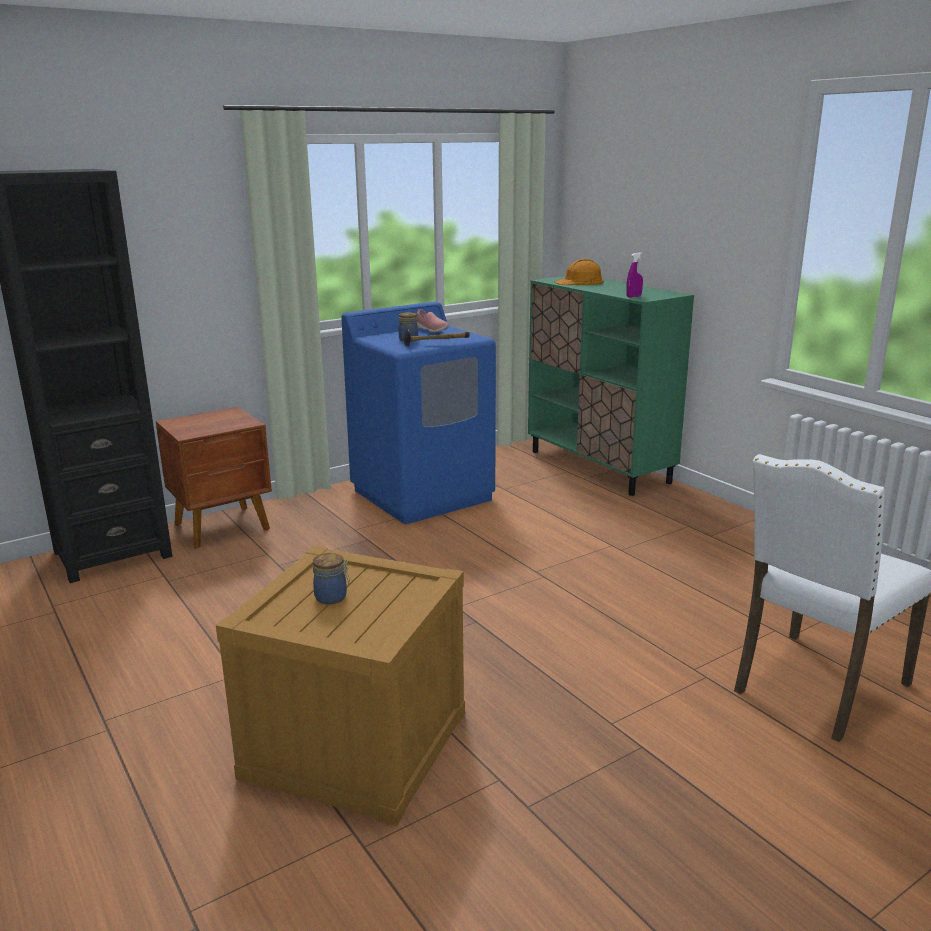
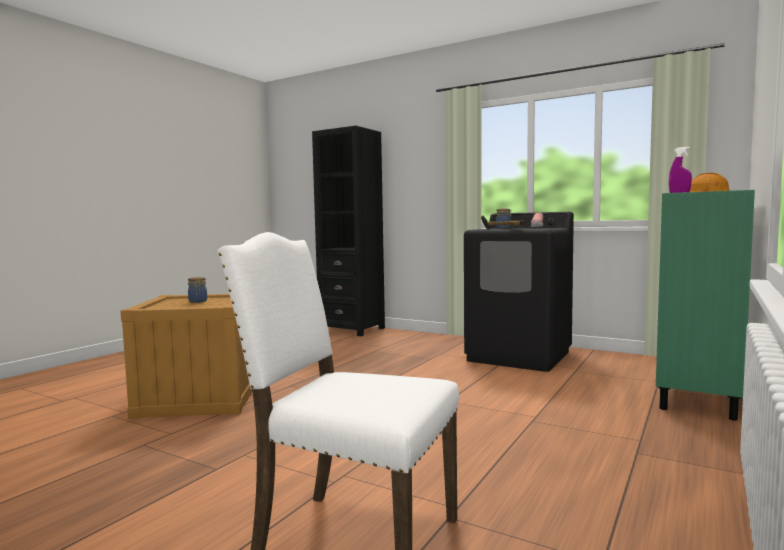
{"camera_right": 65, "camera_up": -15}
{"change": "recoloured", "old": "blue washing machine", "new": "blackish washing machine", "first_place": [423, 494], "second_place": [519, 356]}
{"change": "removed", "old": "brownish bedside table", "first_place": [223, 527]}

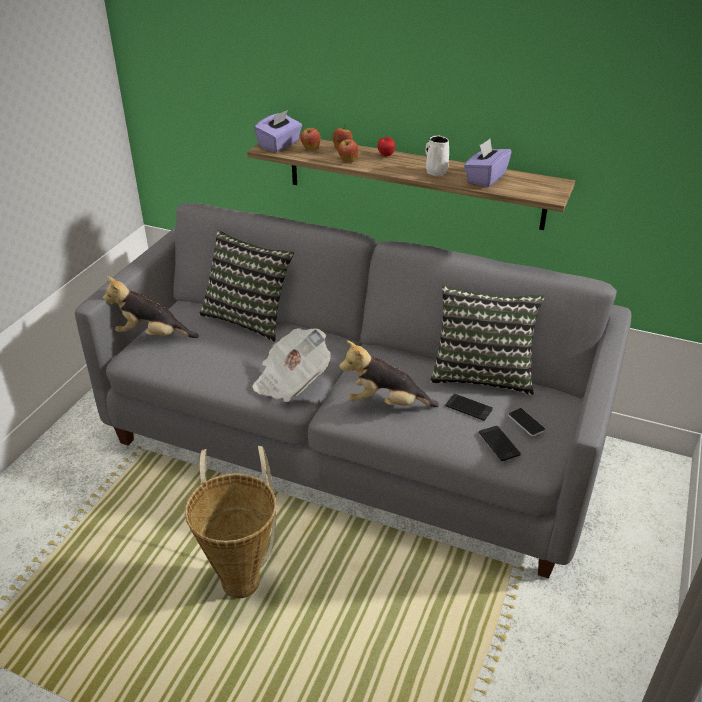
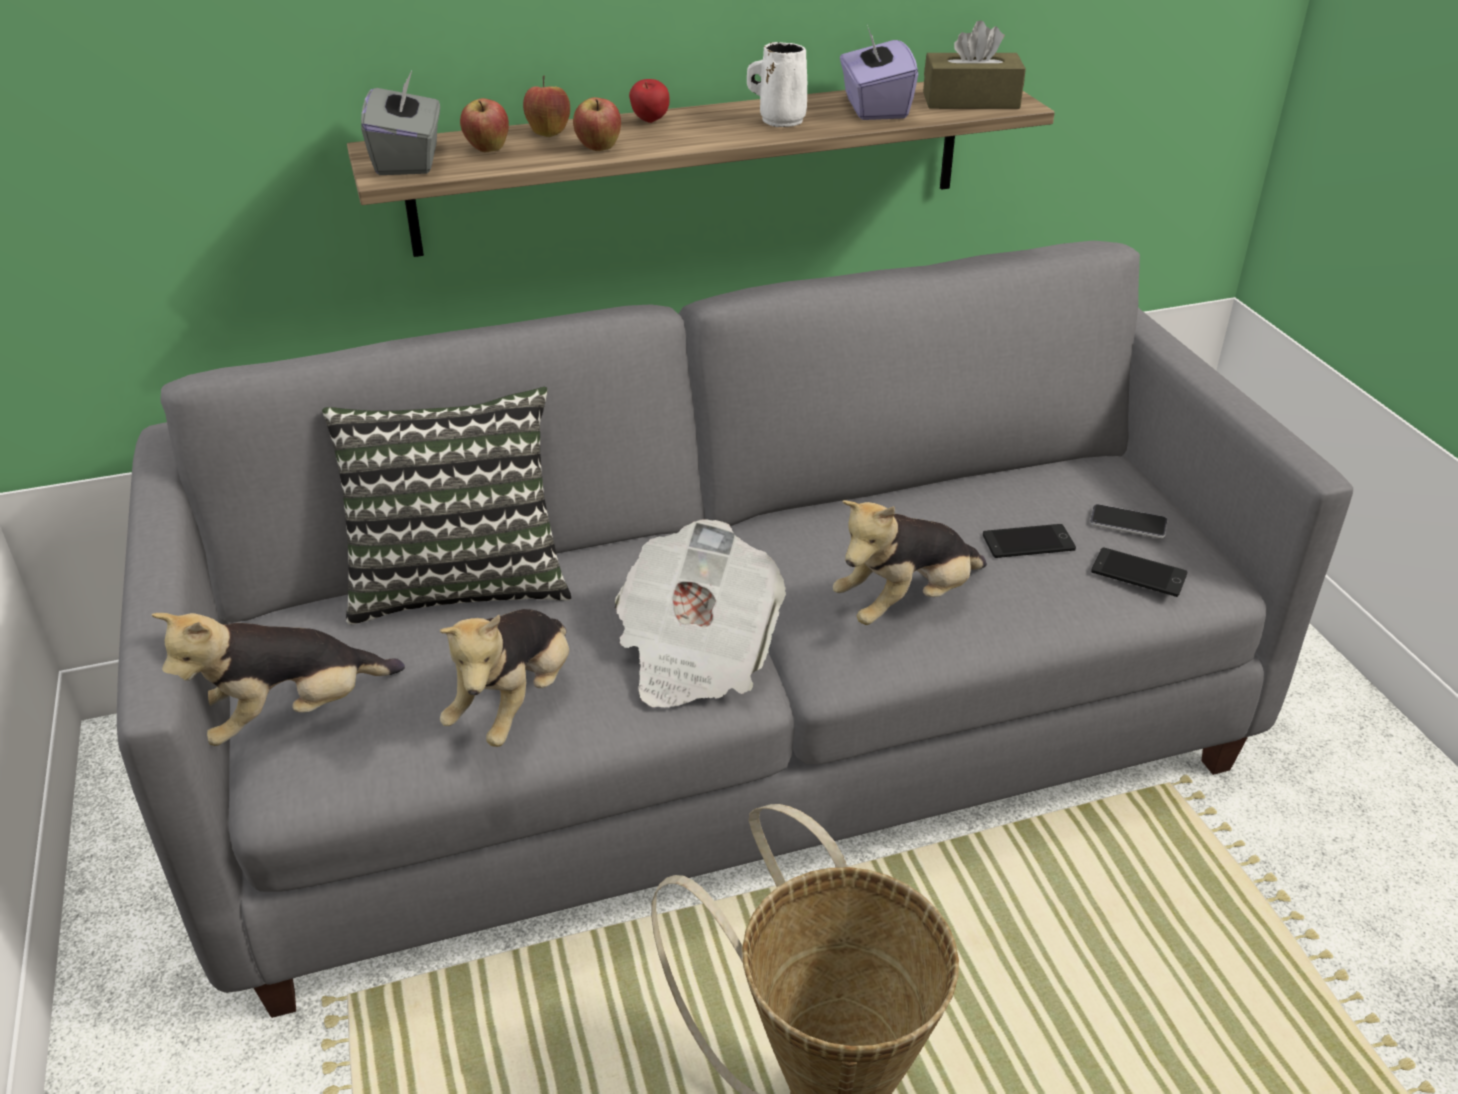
{"camera_right": -40, "camera_up": 0}
{"change": "recoloured", "old": "purple box of tissues", "new": "greyish box of tissues", "first_place": [279, 145], "second_place": [409, 160]}
{"change": "removed", "old": "throw pillow", "first_place": [482, 374]}
{"change": "added", "new": "brownish box of tissues", "second_place": [971, 100]}
{"change": "added", "new": "plush toy", "second_place": [515, 703]}

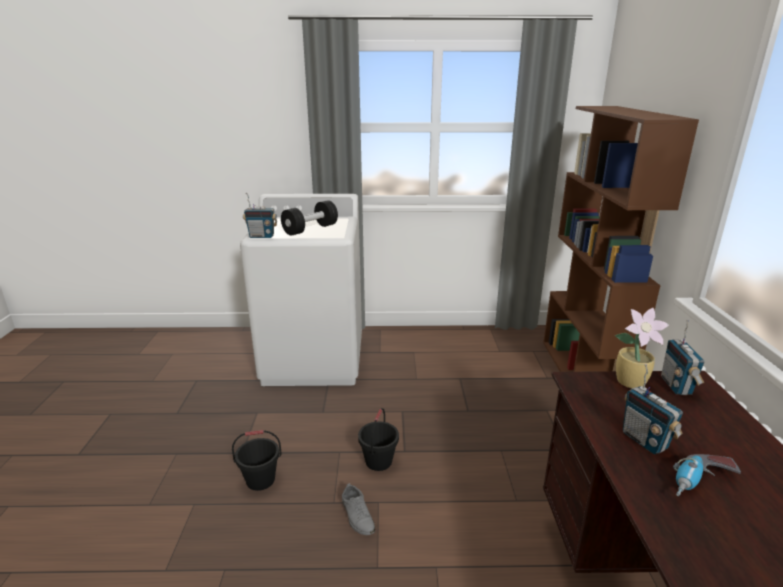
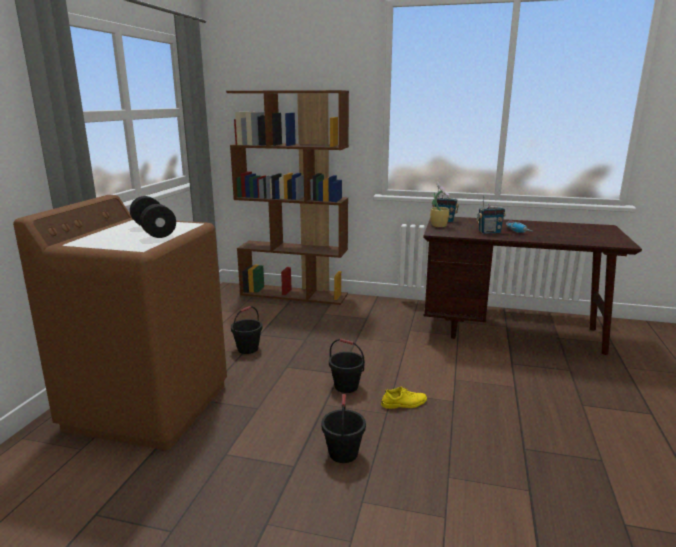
{"camera_right": -75, "camera_up": -5}
{"change": "removed", "old": "radio set", "first_place": [262, 236]}
{"change": "recoloured", "old": "white-coloured washing machine", "new": "brownish washing machine", "first_place": [314, 360], "second_place": [149, 405]}
{"change": "recoloured", "old": "greyish shoe", "new": "yellow-coloured shoe", "first_place": [357, 515], "second_place": [404, 403]}
{"change": "added", "new": "blackish bucket", "second_place": [248, 349]}

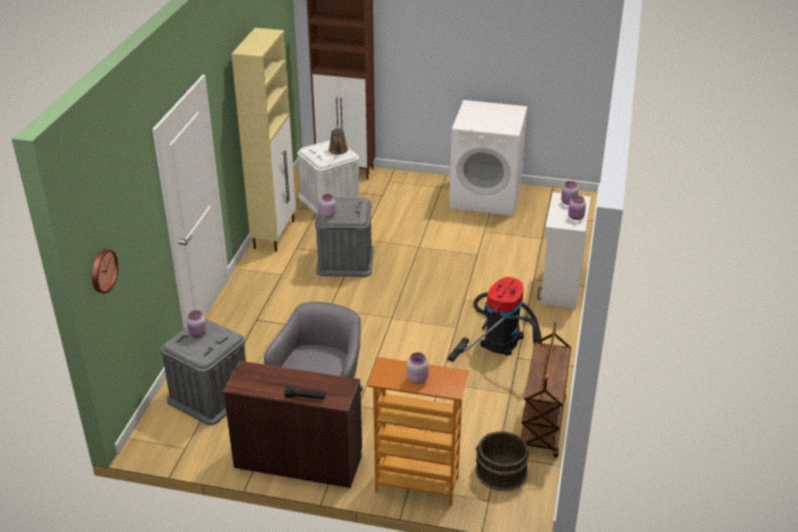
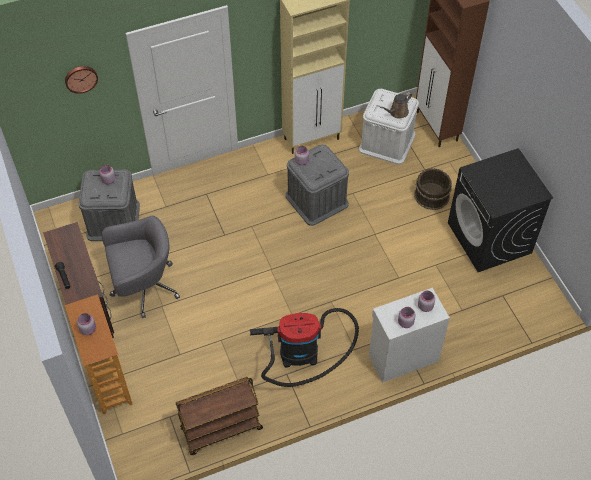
{"camera_right": 55, "camera_up": 20}
{"change": "recoloured", "old": "white-coloured washing machine", "new": "blackish washing machine", "first_place": [486, 196], "second_place": [490, 238]}
{"change": "moved", "old": "hanging clock", "first_place": [102, 271], "second_place": [81, 78]}
{"change": "moved", "old": "brownish bucket", "first_place": [501, 472], "second_place": [431, 195]}

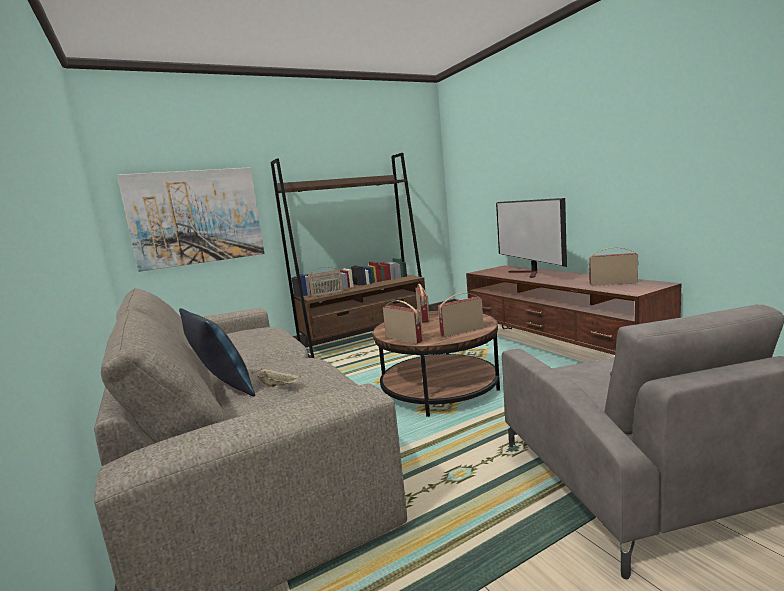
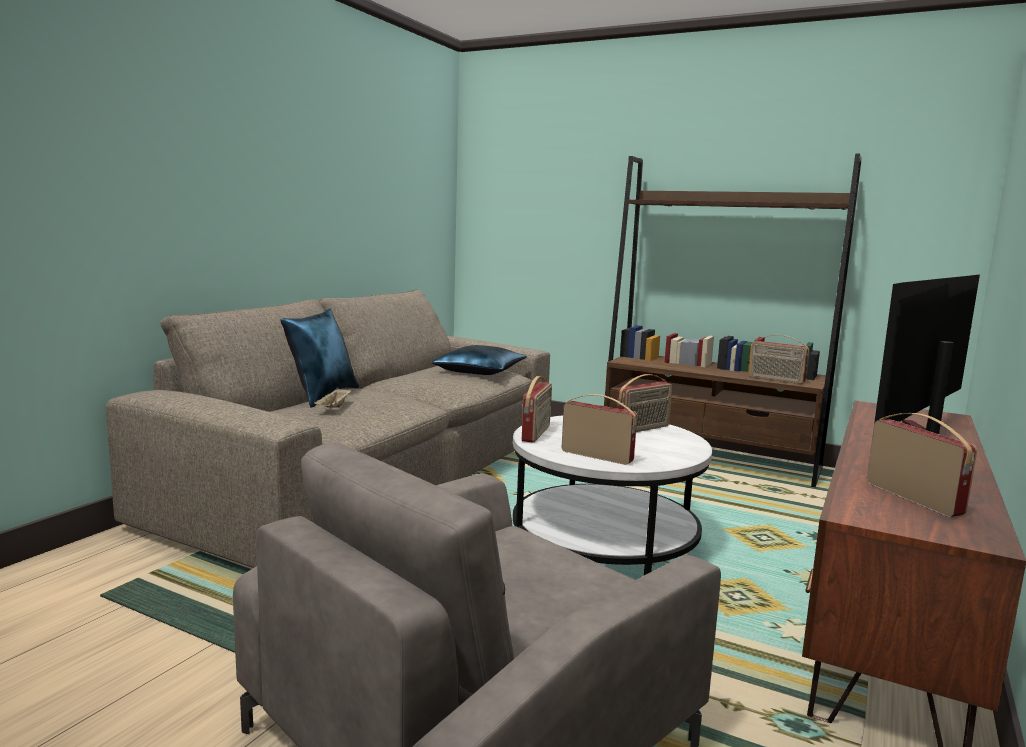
{"camera_right": 55, "camera_up": 0}
{"change": "removed", "old": "wall picture", "first_place": [196, 217]}
{"change": "moved", "old": "radio set", "first_place": [327, 294], "second_place": [776, 380]}
{"change": "recoloured", "old": "brownish low table", "new": "white-coloured low table", "first_place": [439, 389], "second_place": [604, 540]}
{"change": "added", "new": "blue throw pillow", "second_place": [480, 371]}

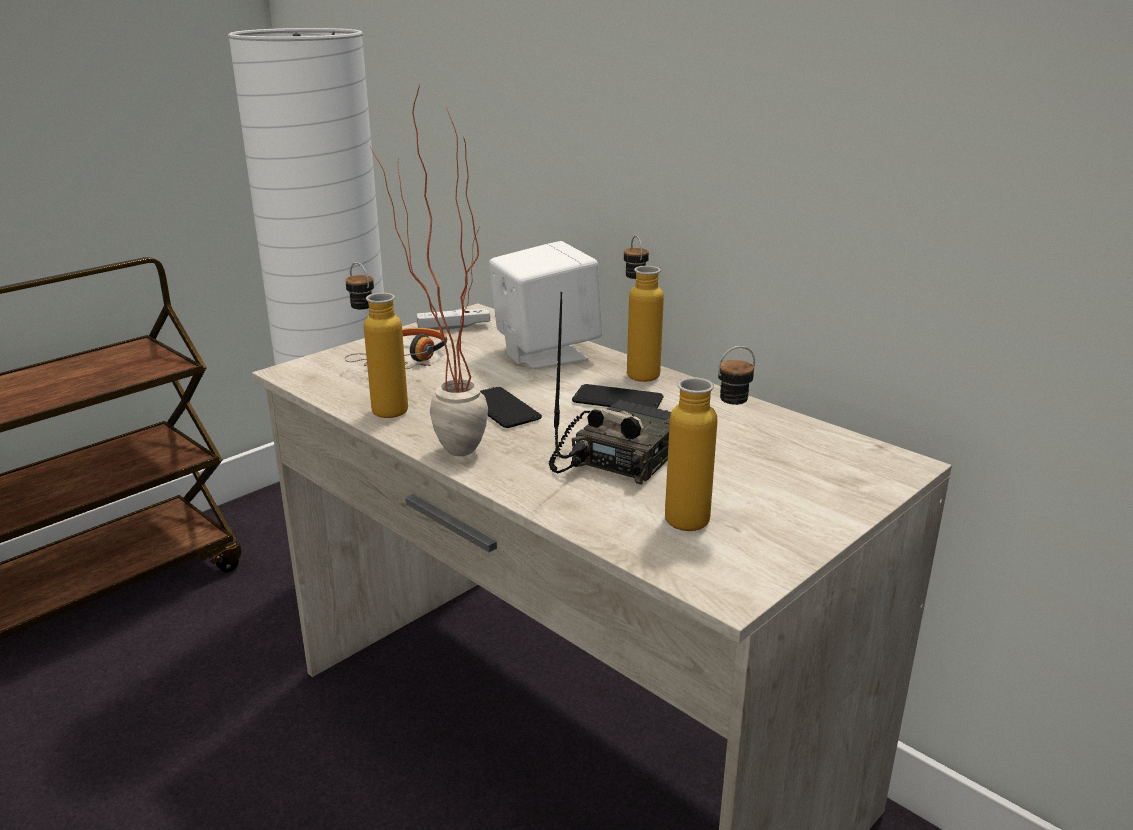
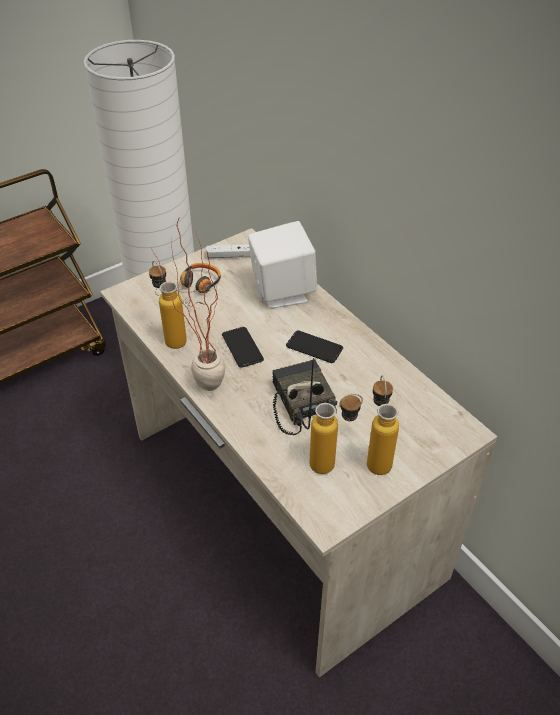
{"camera_right": 10, "camera_up": 20}
{"change": "moved", "old": "drink bottle", "first_place": [638, 371], "second_place": [376, 457]}
{"change": "turned", "old": "radio set", "first_place": [618, 456], "second_place": [299, 402], "degrees": -60}

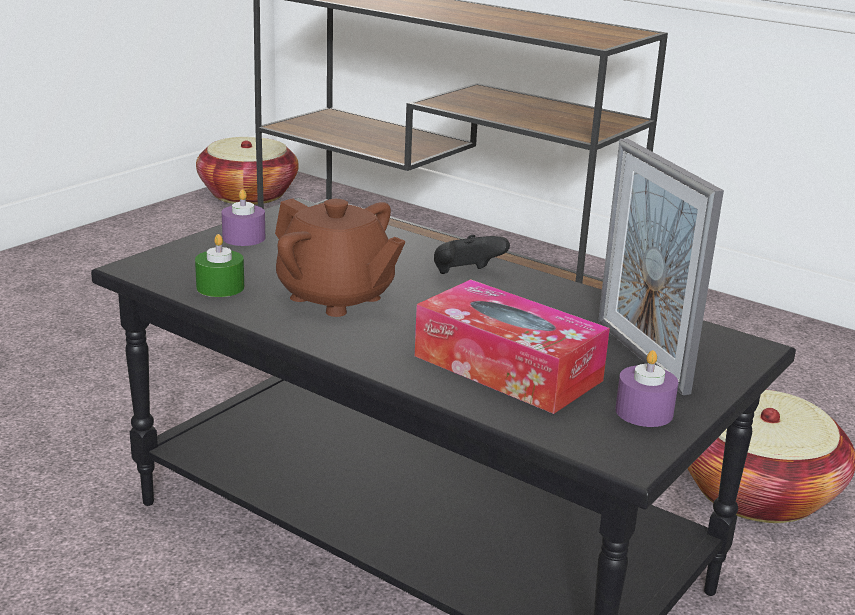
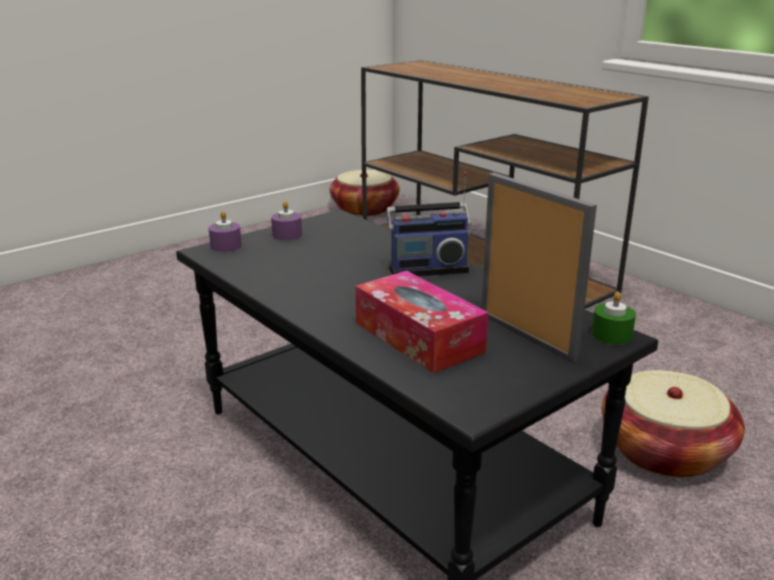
{"camera_right": 15, "camera_up": 0}
{"change": "turned", "old": "standing frame", "first_place": [641, 356], "second_place": [526, 336], "degrees": 150}
{"change": "removed", "old": "brownish teapot", "first_place": [336, 298]}
{"change": "moved", "old": "greenish wax candle", "first_place": [220, 287], "second_place": [611, 335]}
{"change": "replaced", "old": "blackish joypad", "new": "radio set", "first_place": [466, 275], "second_place": [427, 269]}
{"change": "moved", "old": "purple wax candle", "first_place": [644, 412], "second_place": [226, 246]}

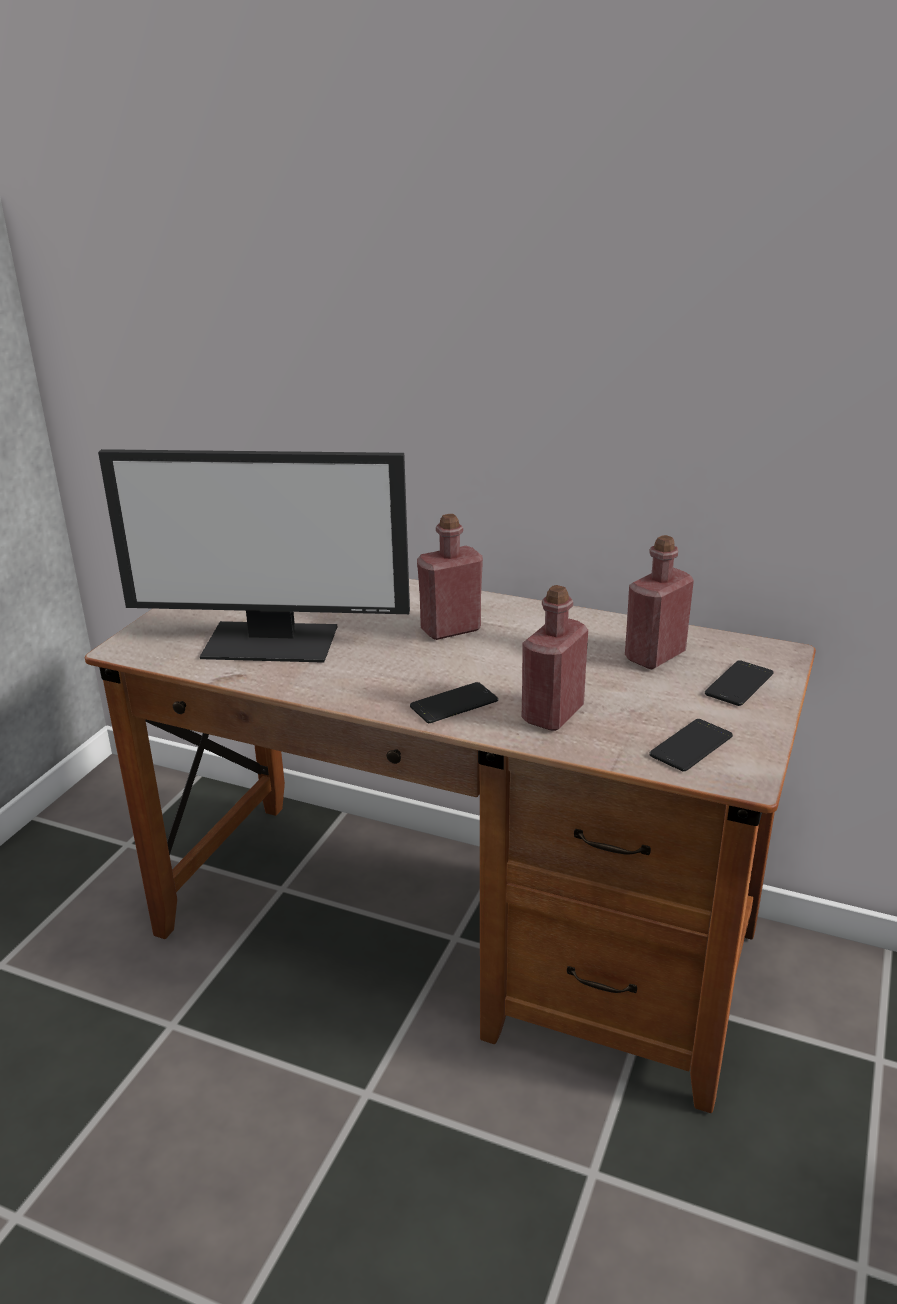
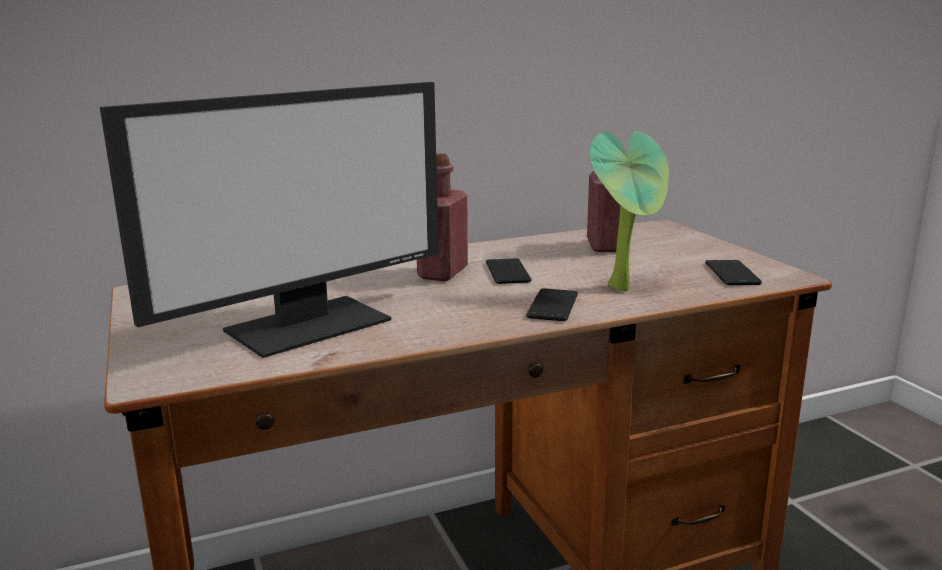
{"camera_right": -45, "camera_up": -10}
{"change": "replaced", "old": "reddish drink bottle", "new": "potted plant", "first_place": [552, 714], "second_place": [625, 288]}
{"change": "moved", "old": "telephone", "first_place": [739, 684], "second_place": [507, 272]}

